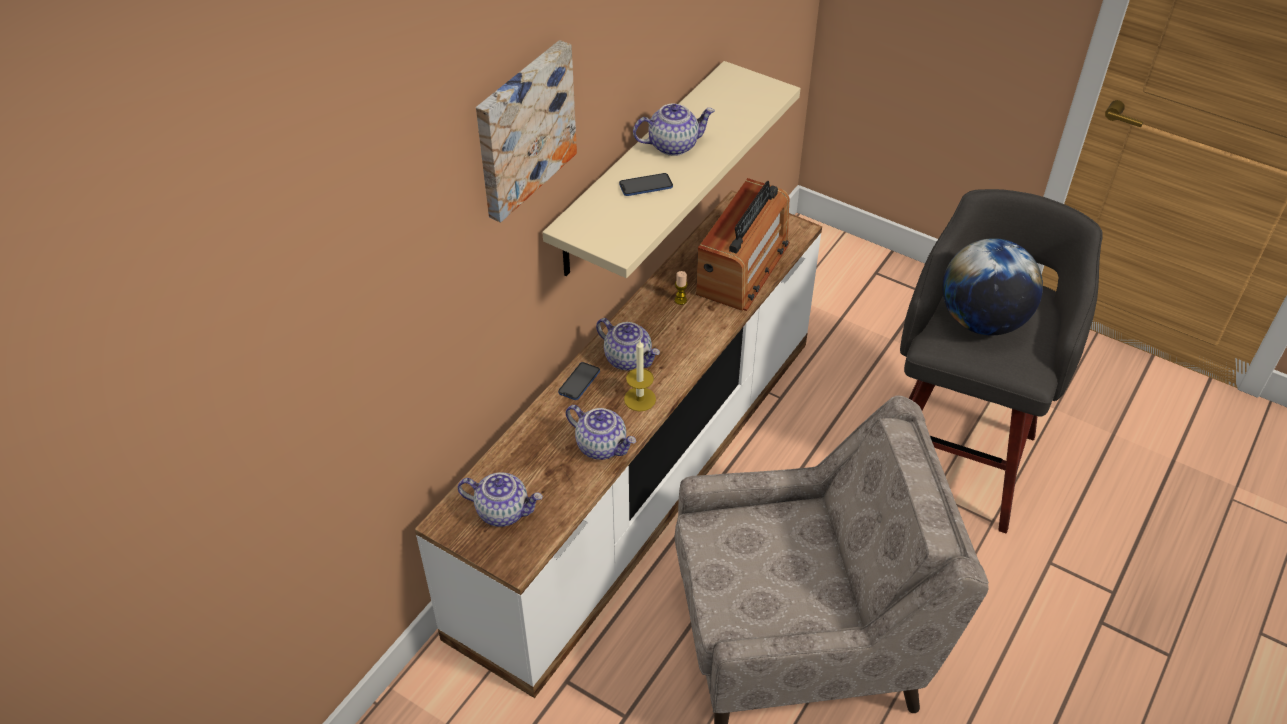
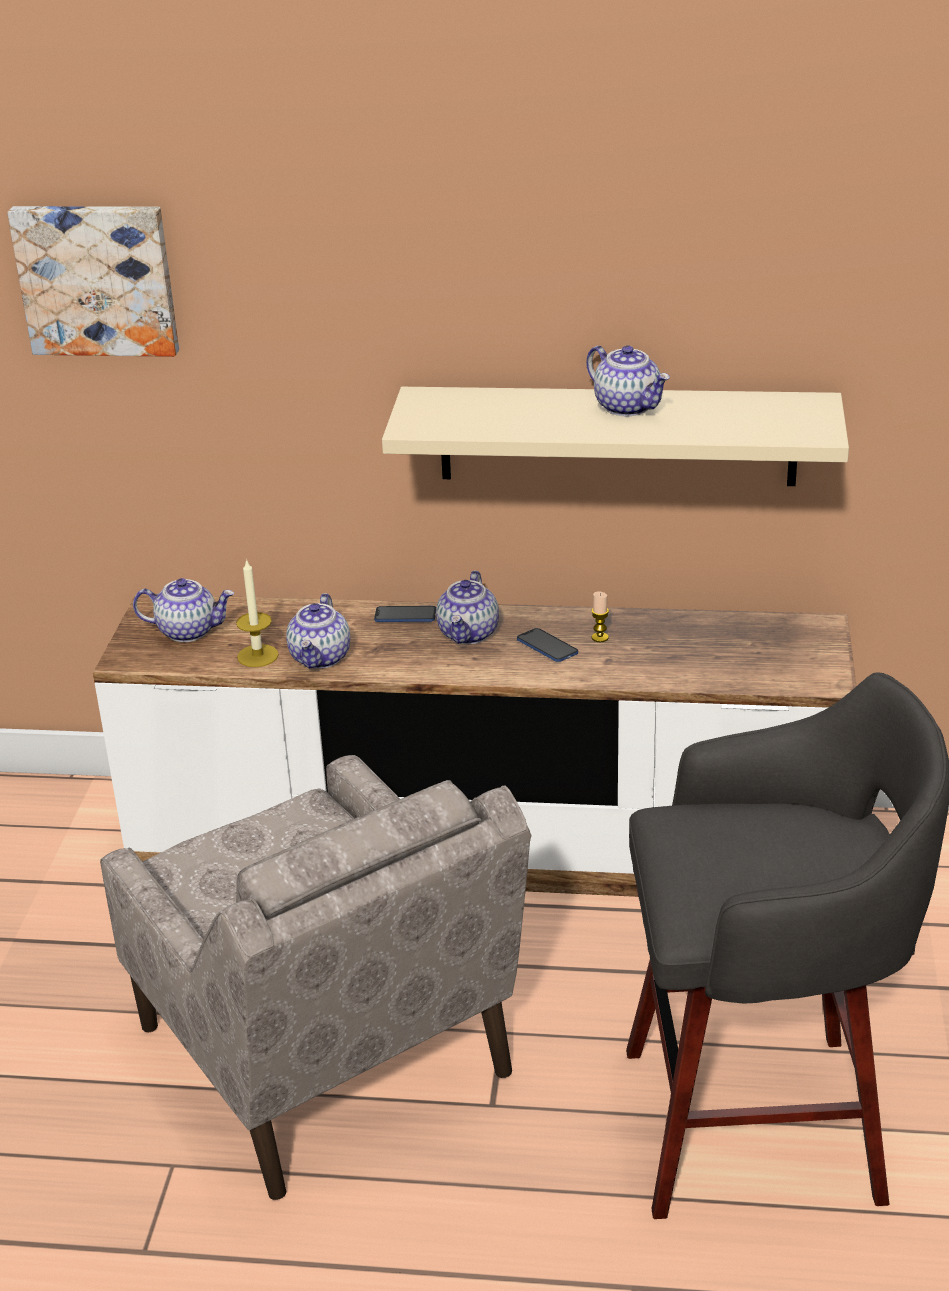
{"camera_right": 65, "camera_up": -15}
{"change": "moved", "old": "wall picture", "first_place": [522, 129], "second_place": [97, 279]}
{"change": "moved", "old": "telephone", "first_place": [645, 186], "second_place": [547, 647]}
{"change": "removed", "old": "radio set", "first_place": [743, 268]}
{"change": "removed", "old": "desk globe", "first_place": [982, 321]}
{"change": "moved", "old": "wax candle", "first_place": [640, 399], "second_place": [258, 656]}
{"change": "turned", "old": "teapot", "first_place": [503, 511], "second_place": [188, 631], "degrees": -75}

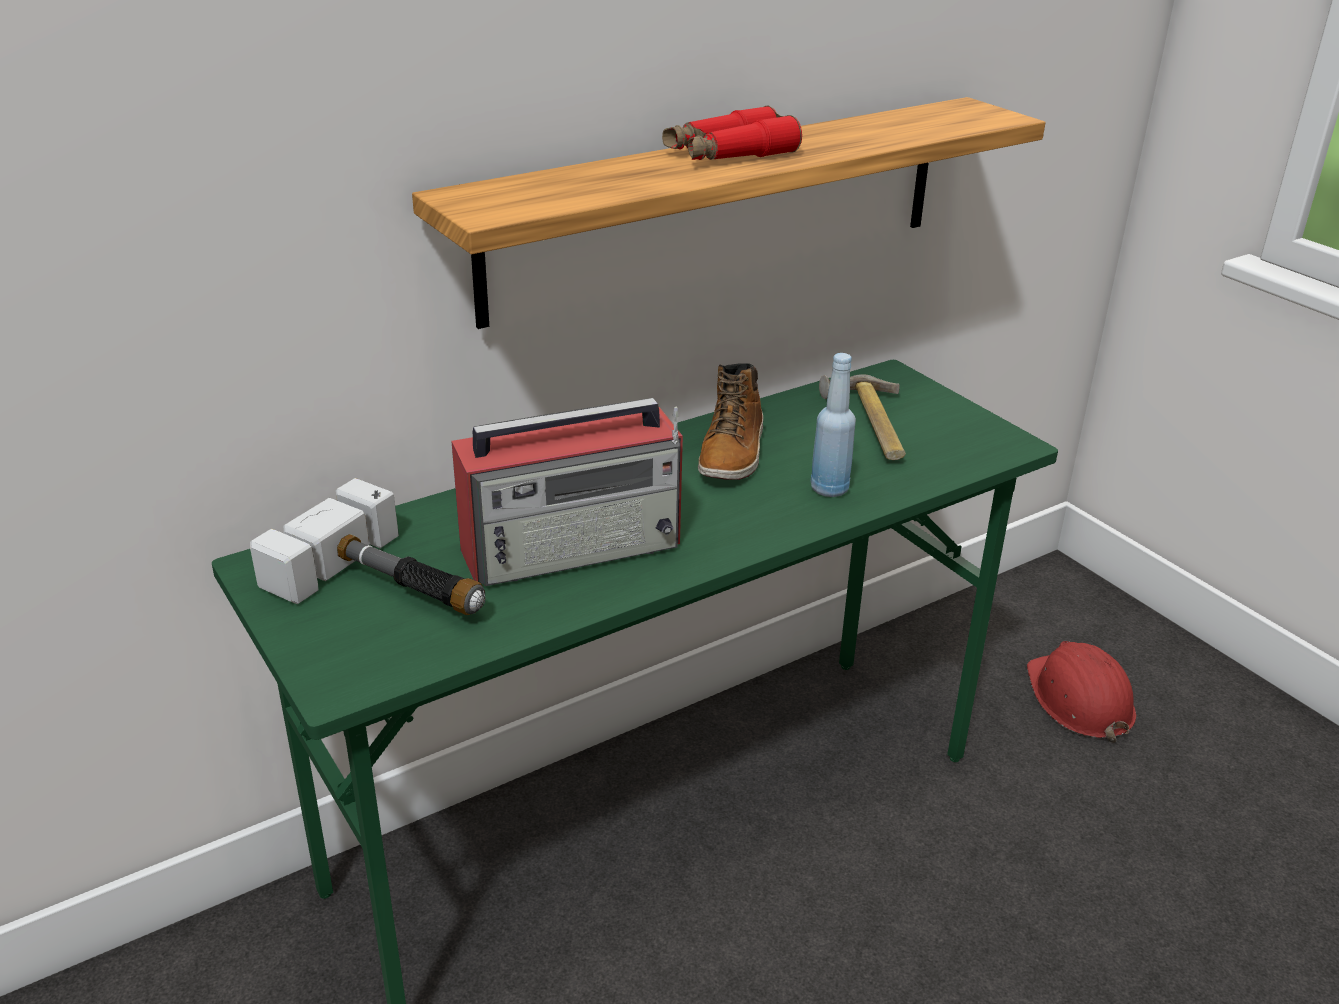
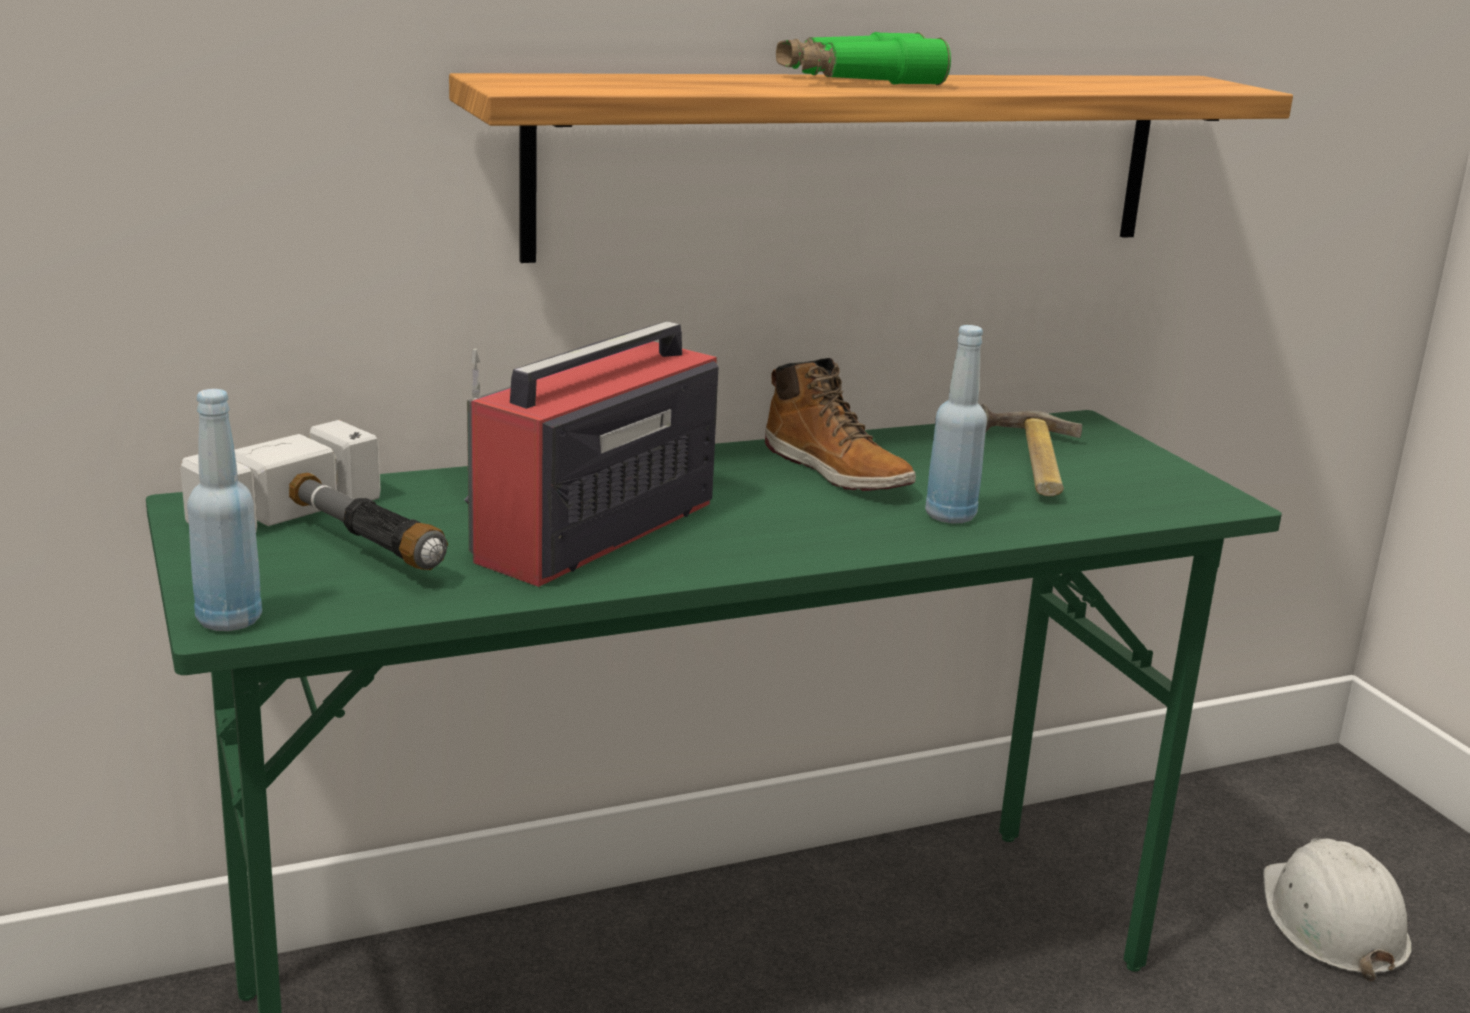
{"camera_right": 10, "camera_up": -10}
{"change": "recoloured", "old": "reddish pair of binoculars", "new": "greenish pair of binoculars", "first_place": [729, 154], "second_place": [859, 81]}
{"change": "turned", "old": "boot", "first_place": [733, 453], "second_place": [838, 471], "degrees": -60}
{"change": "turned", "old": "radio set", "first_place": [575, 547], "second_place": [592, 532], "degrees": 135}
{"change": "recoloured", "old": "reddish hard hat", "new": "white-coloured hard hat", "first_place": [1079, 699], "second_place": [1331, 921]}
{"change": "added", "new": "blue drink bottle", "second_place": [229, 620]}

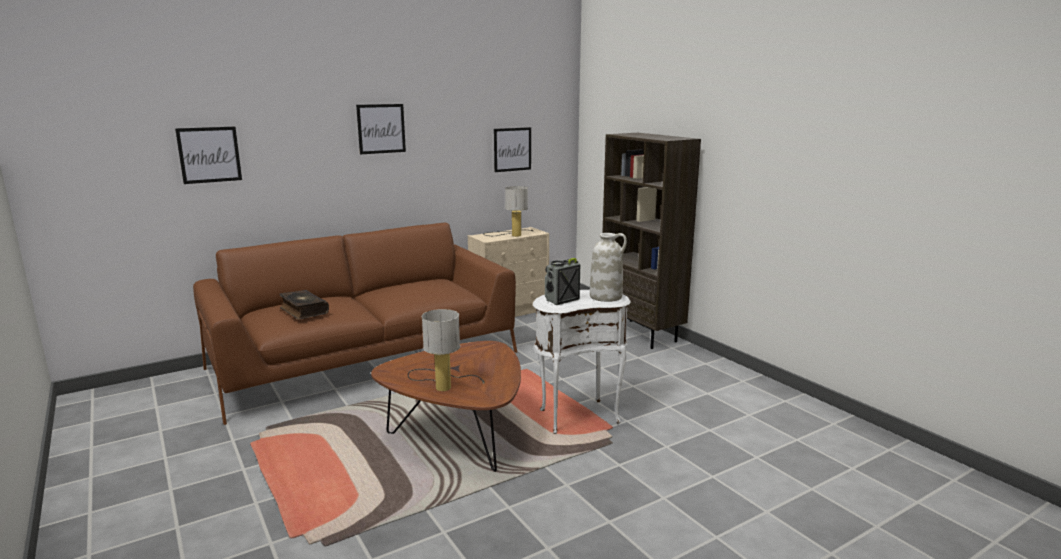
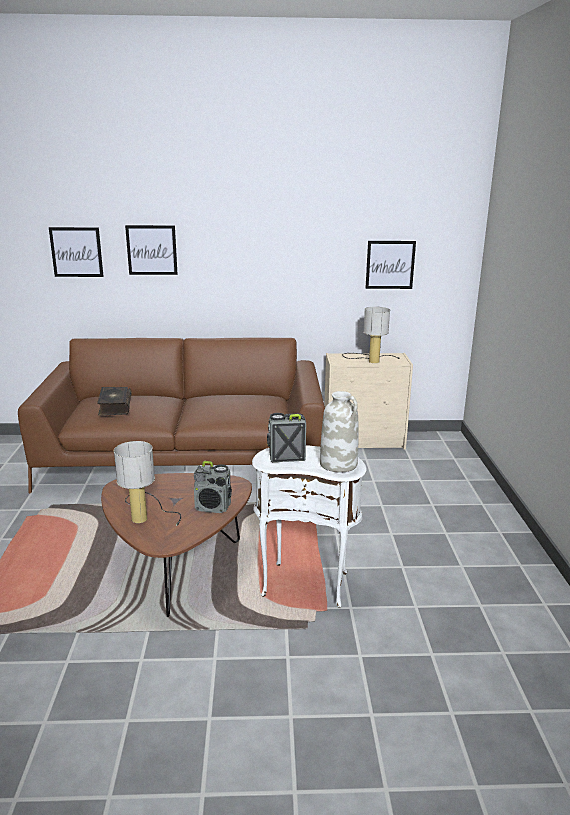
{"camera_right": 30, "camera_up": 5}
{"change": "moved", "old": "wall picture", "first_place": [381, 128], "second_place": [151, 250]}
{"change": "removed", "old": "brownish bookshelf", "first_place": [642, 334]}
{"change": "added", "new": "radio set", "second_place": [213, 507]}

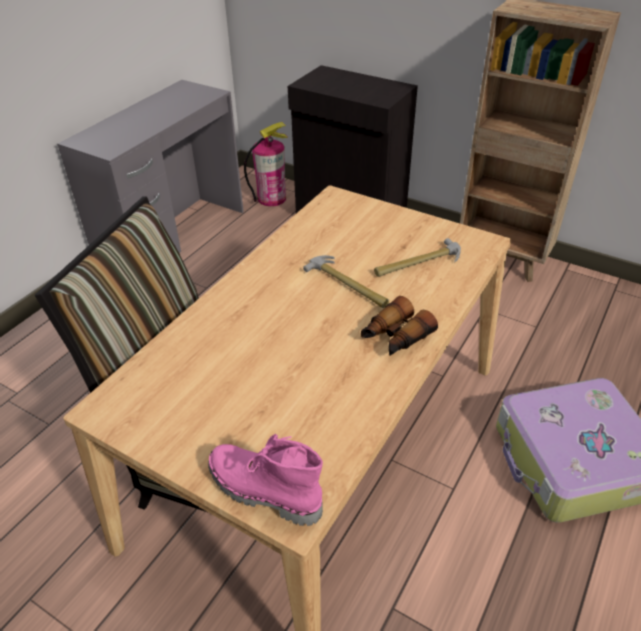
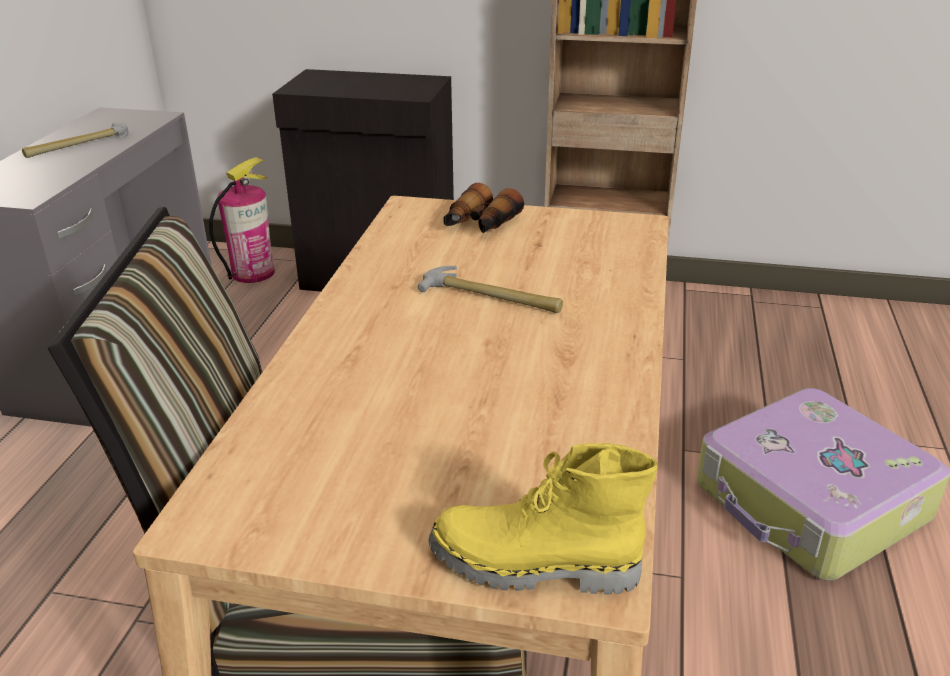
{"camera_right": -20, "camera_up": -10}
{"change": "moved", "old": "tool hammer", "first_place": [417, 263], "second_place": [78, 145]}
{"change": "moved", "old": "pair of binoculars", "first_place": [395, 337], "second_place": [480, 224]}
{"change": "recoloured", "old": "pink boot", "new": "yellow-coloured boot", "first_place": [263, 492], "second_place": [533, 567]}

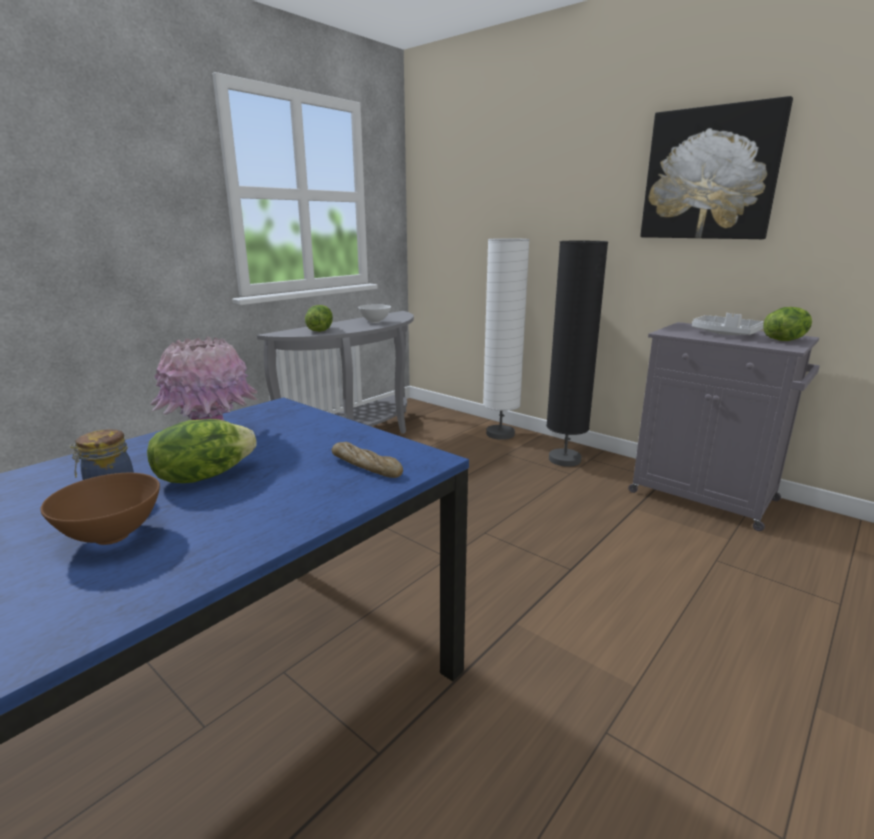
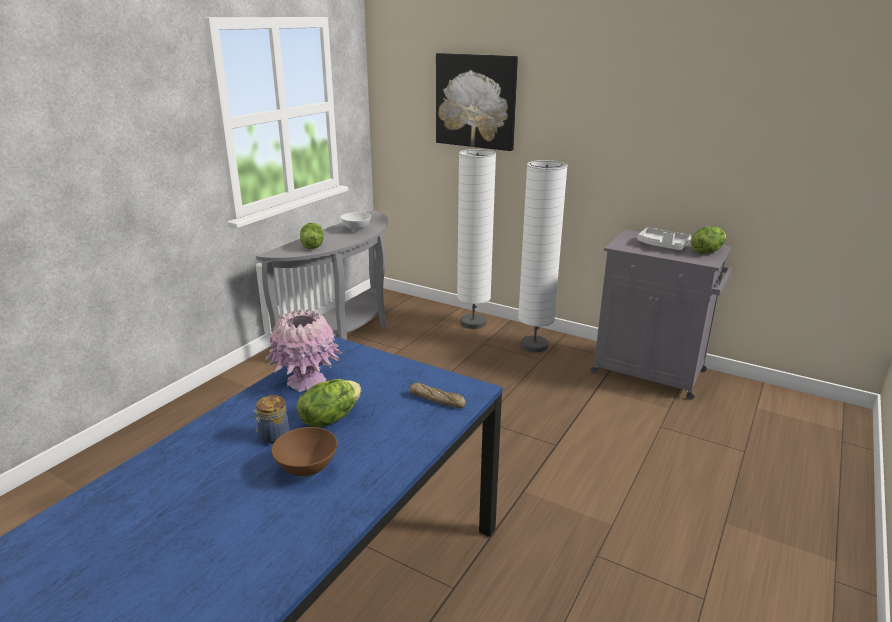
{"camera_right": -10, "camera_up": 5}
{"change": "moved", "old": "wall picture", "first_place": [710, 174], "second_place": [476, 101]}
{"change": "recoloured", "old": "blackish standing lamp", "new": "white-coloured standing lamp", "first_place": [564, 460], "second_place": [534, 346]}

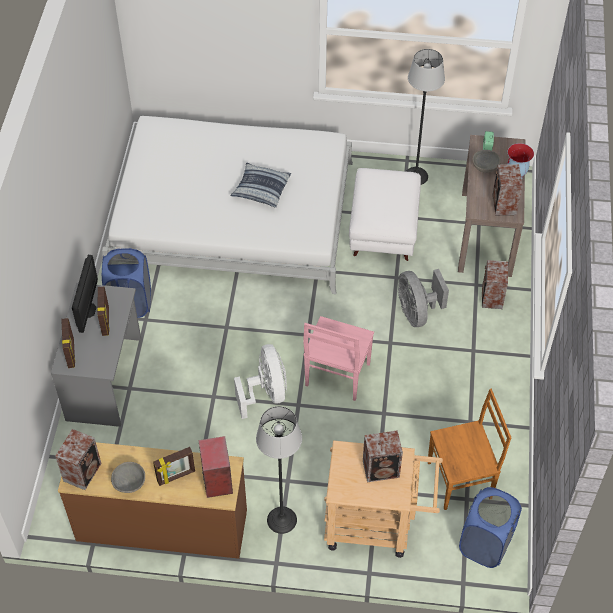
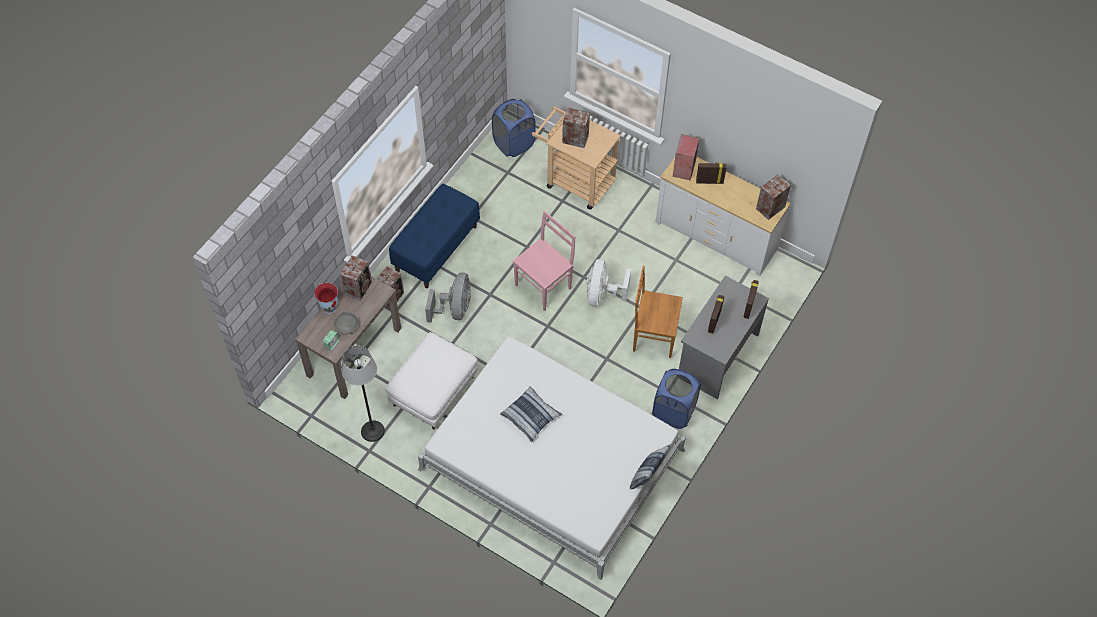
{"camera_right": -155, "camera_up": 5}
{"change": "removed", "old": "computer display", "first_place": [87, 310]}
{"change": "moved", "old": "brownish plain chair", "first_place": [461, 480], "second_place": [653, 336]}
{"change": "removed", "old": "standing lamp", "first_place": [281, 520]}
{"change": "recoloured", "old": "brownish dresser", "new": "white-coloured dresser", "first_place": [162, 526], "second_place": [716, 235]}
{"change": "removed", "old": "greyish serving bowl", "first_place": [129, 483]}
{"change": "added", "new": "blue indoor bench", "second_place": [436, 248]}
{"change": "added", "new": "throw pillow", "second_place": [647, 475]}

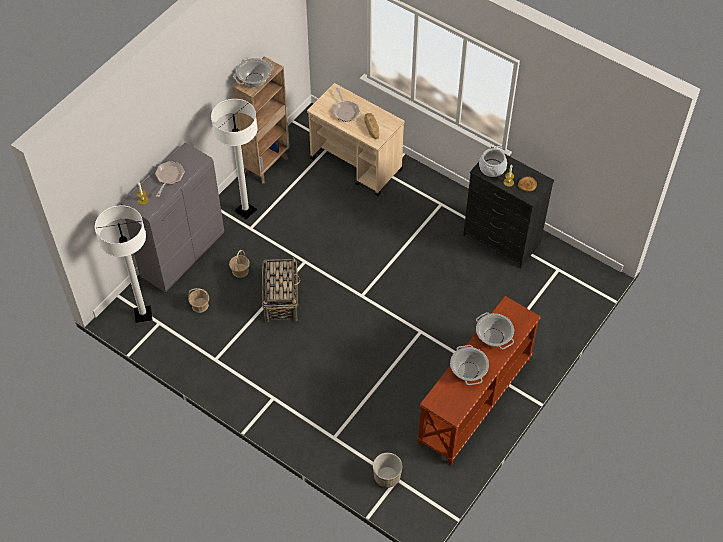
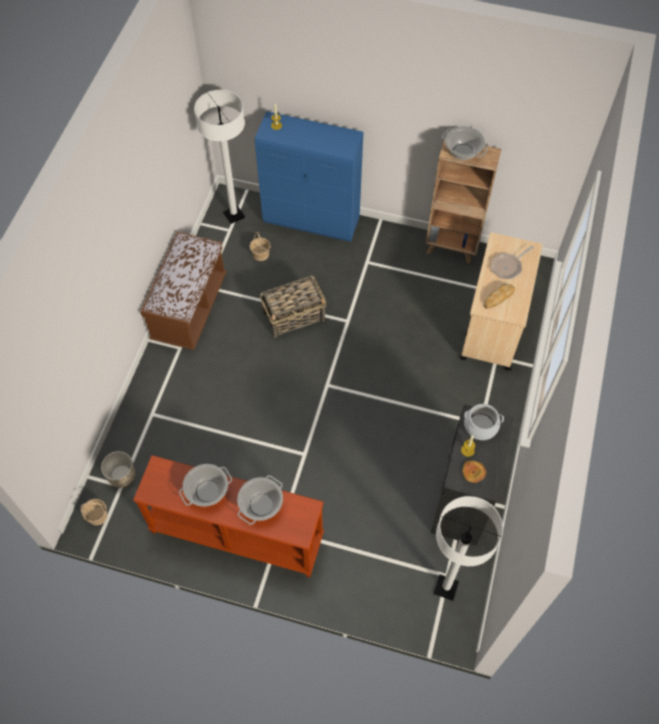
{"camera_right": 70, "camera_up": 5}
{"change": "moved", "old": "white-coloured standing lamp", "first_place": [245, 211], "second_place": [446, 588]}
{"change": "recoloured", "old": "greyish cabinet", "new": "blue cabinet", "first_place": [183, 255], "second_place": [312, 220]}
{"change": "removed", "old": "pan", "first_place": [169, 177]}
{"change": "moved", "old": "household basket", "first_place": [240, 271], "second_place": [97, 515]}
{"change": "added", "new": "brownish indoor bench", "second_place": [189, 308]}

